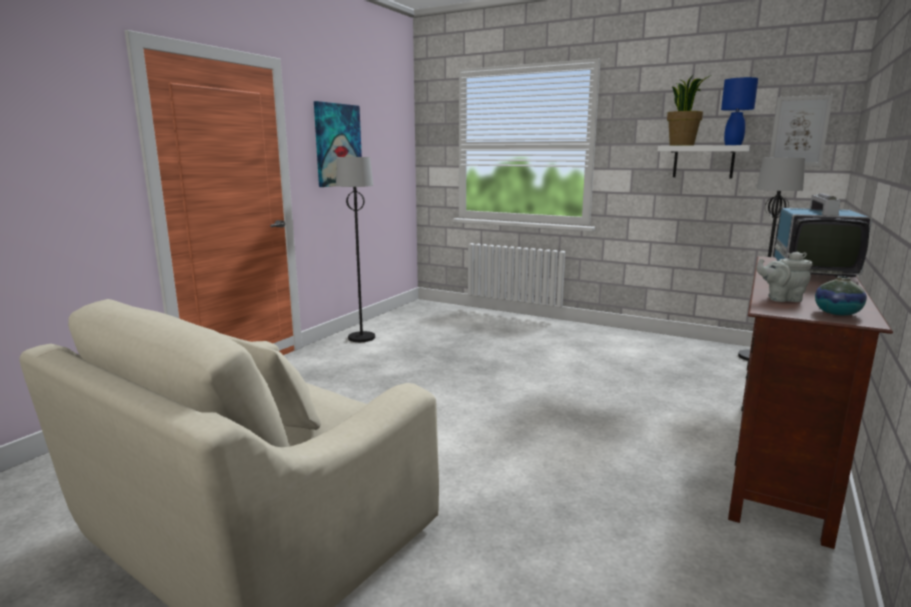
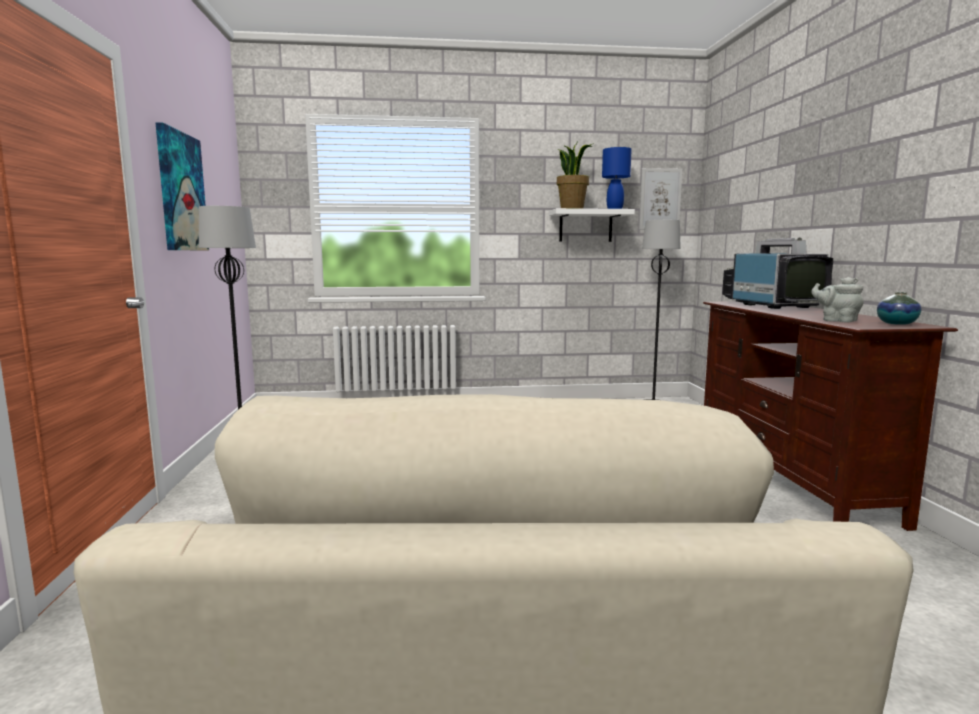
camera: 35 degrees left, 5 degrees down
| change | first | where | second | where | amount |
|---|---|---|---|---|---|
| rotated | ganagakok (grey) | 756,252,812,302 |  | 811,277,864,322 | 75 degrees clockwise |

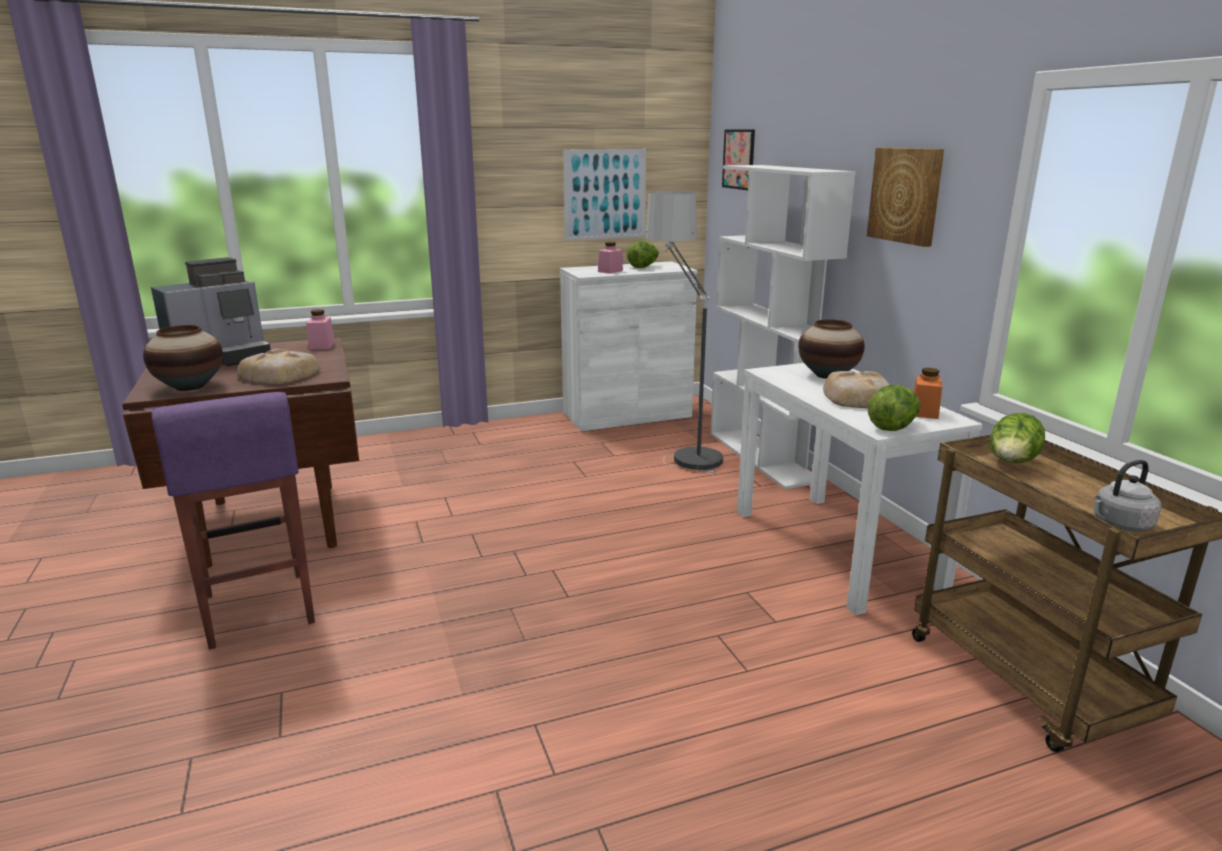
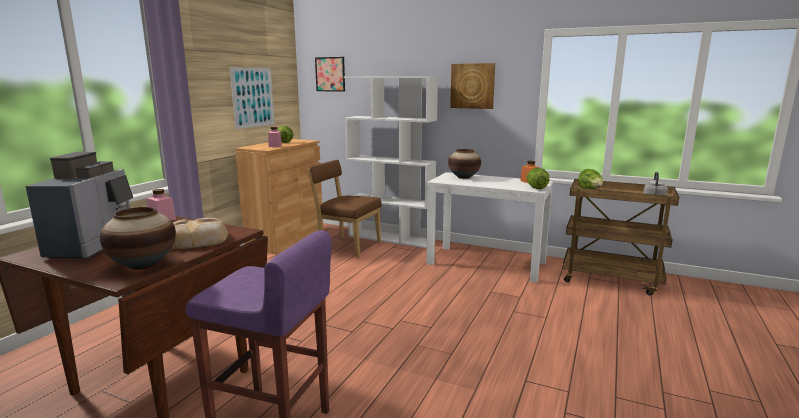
camera: 45 degrees left, 5 degrees down
| change | first | where | second | where | amount |
|---|---|---|---|---|---|
| swapped | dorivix | 646,191,723,473 | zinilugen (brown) | 307,160,382,258 |  |
| repainted | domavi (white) | 560,261,698,431 | domavi (brown) | 235,139,323,255 |  |
| gone | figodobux | 823,371,890,408 |  |  |  |

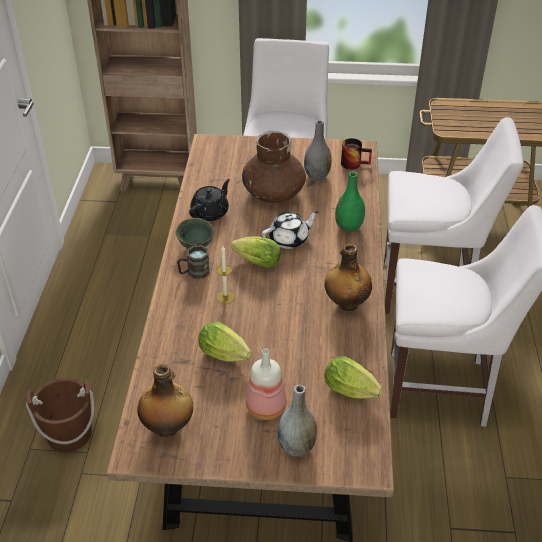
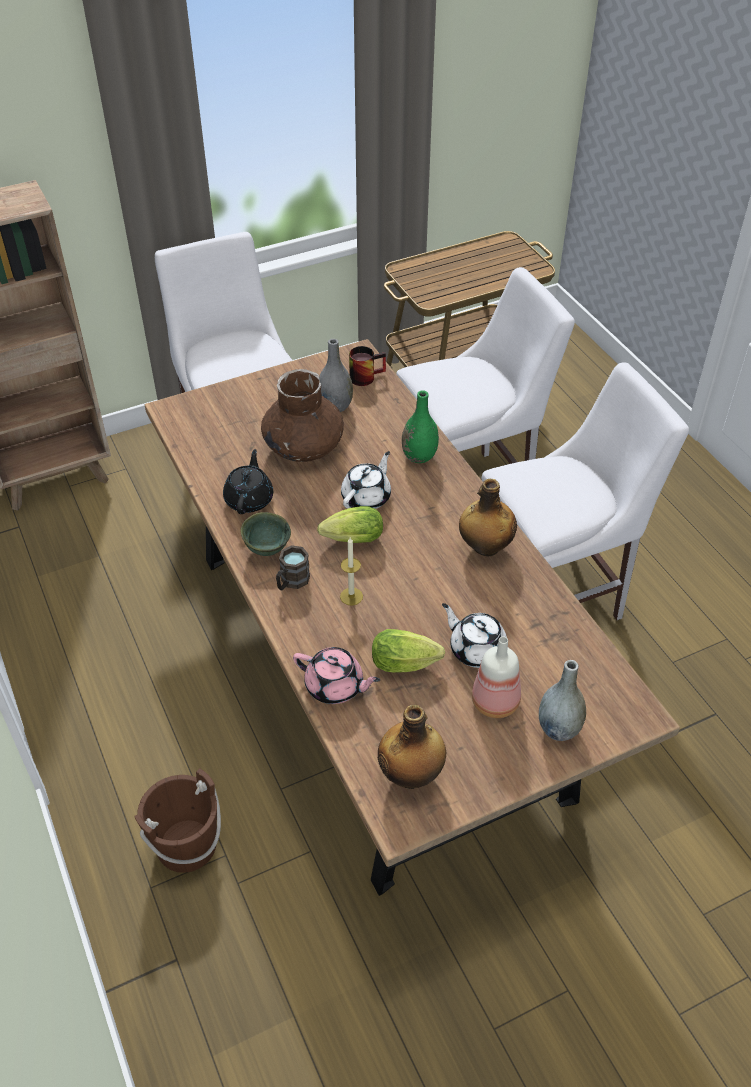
camera: 30 degrees left, 5 degrees up
| change | first | where | second | where | amount |
|---|---|---|---|---|---|
| gone | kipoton | 324,356,383,399 |  |  |  |
| new |  |  | ganagakok (white) | 442,603,510,668 |  |
| new |  |  | ganagakok (pink) | 293,647,380,704 |  |

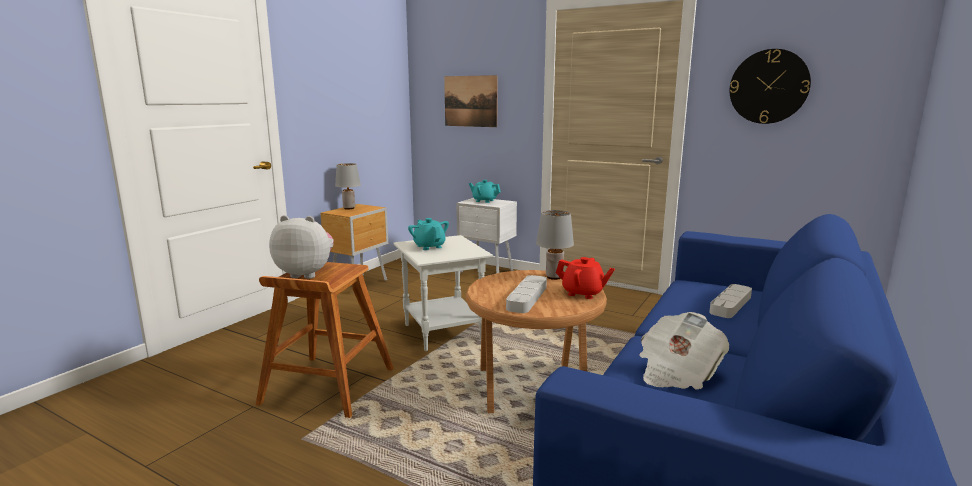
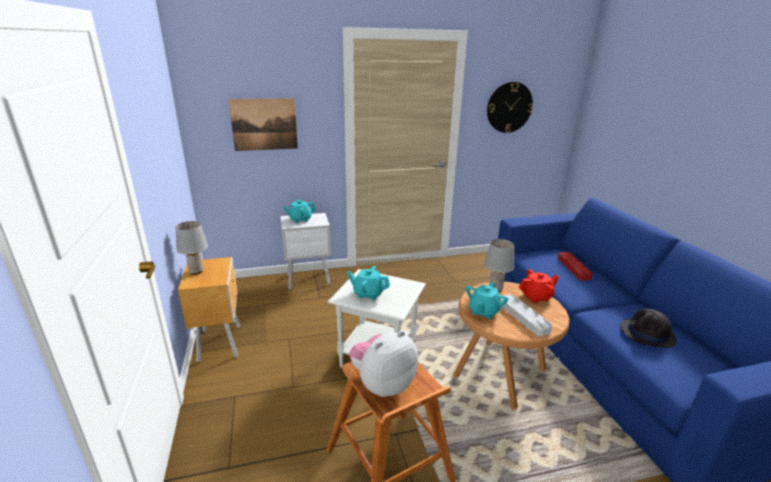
camera: 45 degrees left, 10 degrees up
| change | first | where | second | where | amount |
|---|---|---|---|---|---|
| repainted | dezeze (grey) | 709,284,752,318 | dezeze (red) | 558,252,593,281 |  |
| swapped | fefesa | 639,312,730,390 | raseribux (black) | 620,309,677,348 |  |
| new |  |  | ganagakok (turquoise) | 466,282,508,319 |  |

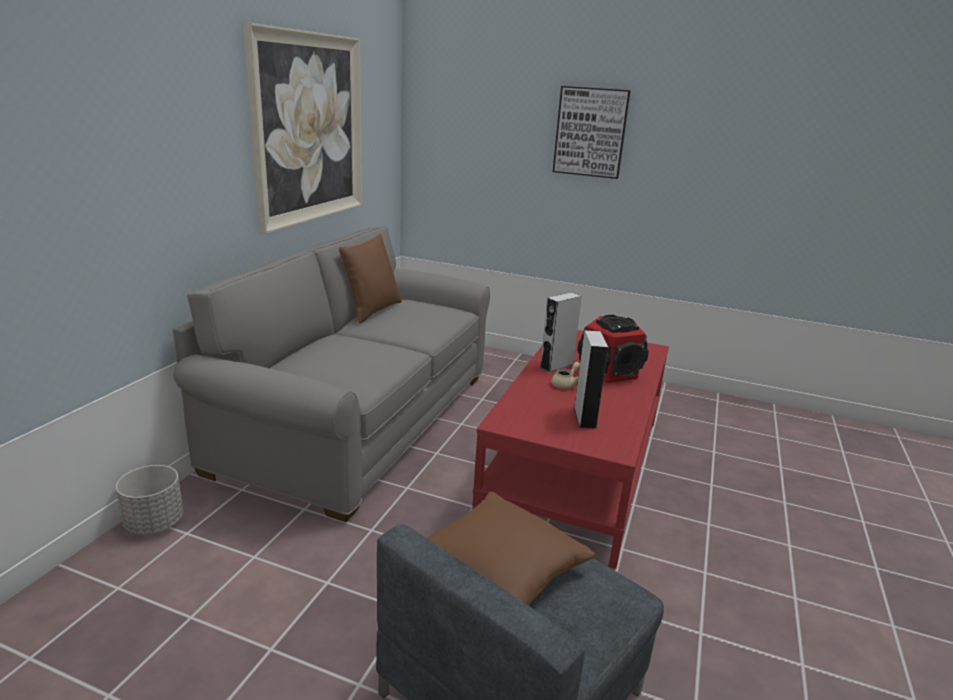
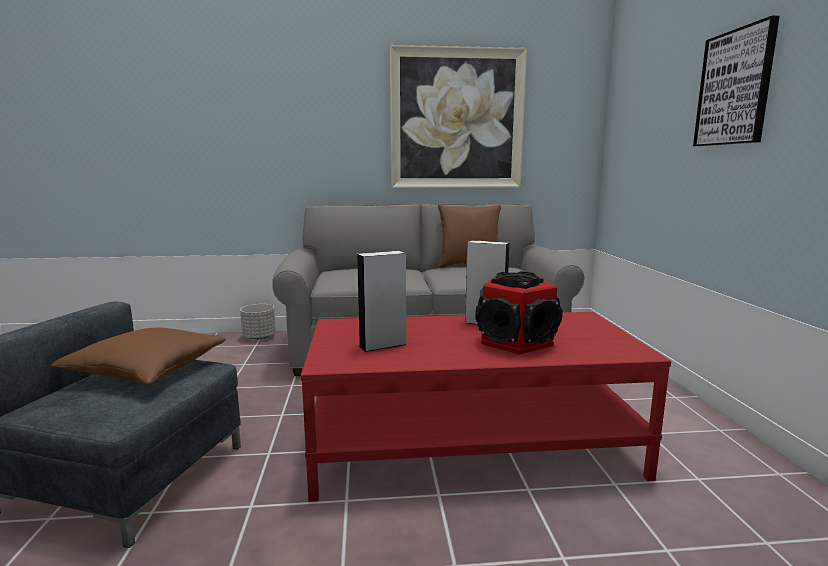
camera: 65 degrees right, 10 degrees down
| change | first | where | second | where | amount |
|---|---|---|---|---|---|
| gone | ganagakok (beige) | 551,362,580,389 |  |  |  |

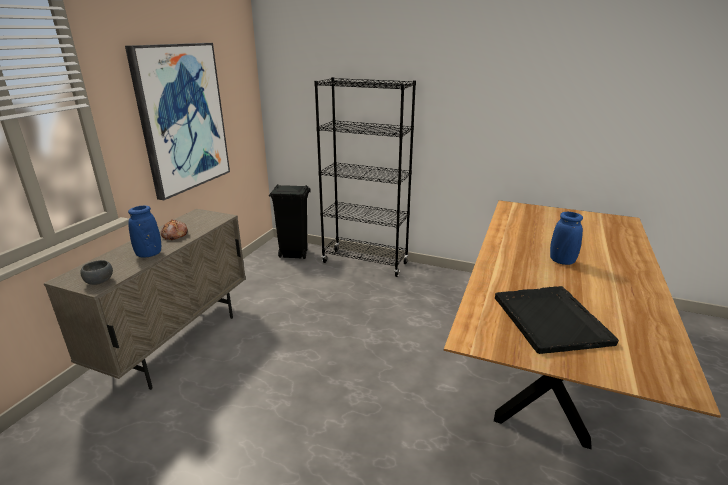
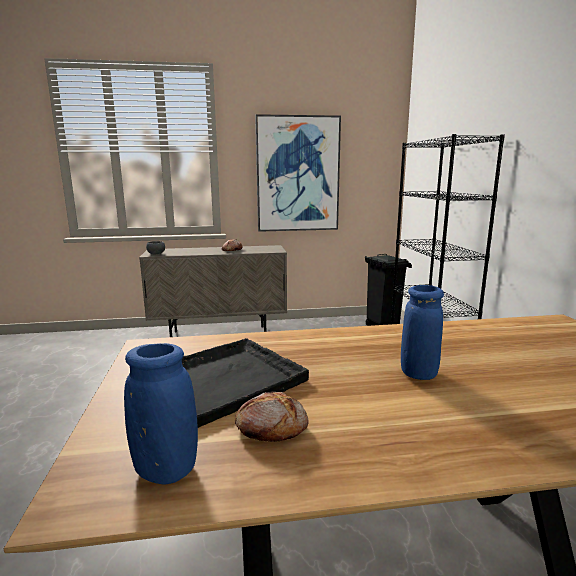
camera: 60 degrees right, 10 degrees down
| change | first | where | second | where | amount |
|---|---|---|---|---|---|
| shifted | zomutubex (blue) | 128,206,161,258 |  | 124,343,198,484 |  |
| new |  |  | figodobux | 235,392,309,442 |  |

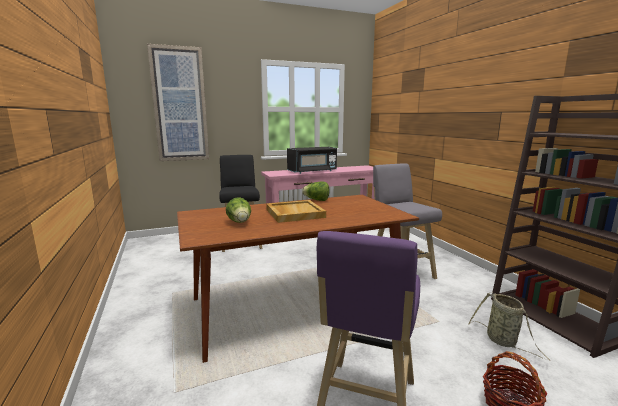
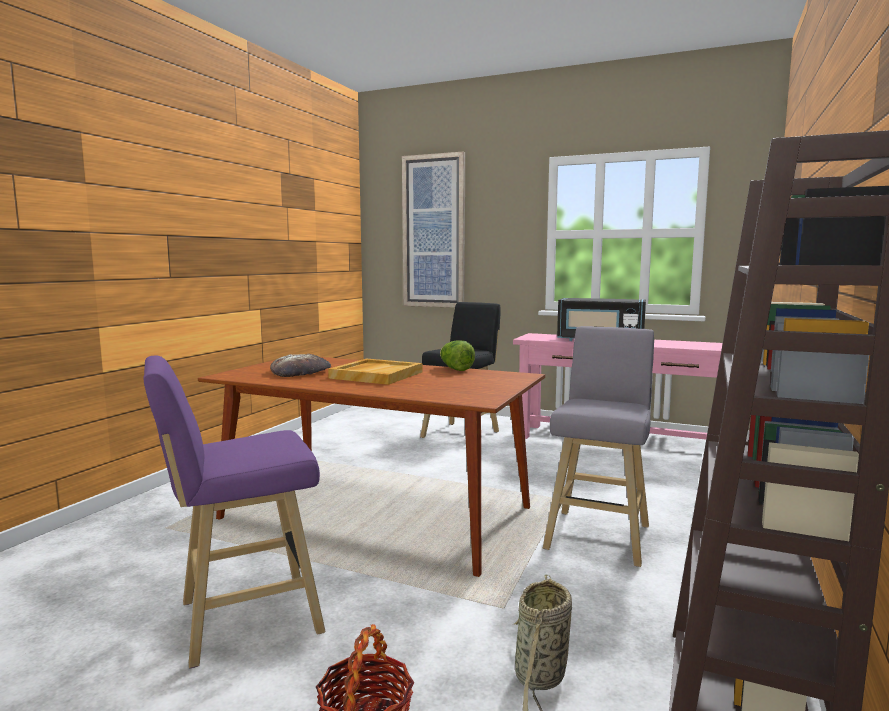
camera: 45 degrees right, 5 degrees down
| change | first | where | second | where | amount |
|---|---|---|---|---|---|
| swapped | kipoton | 226,197,251,223 | figodobux | 270,354,331,377 |  |

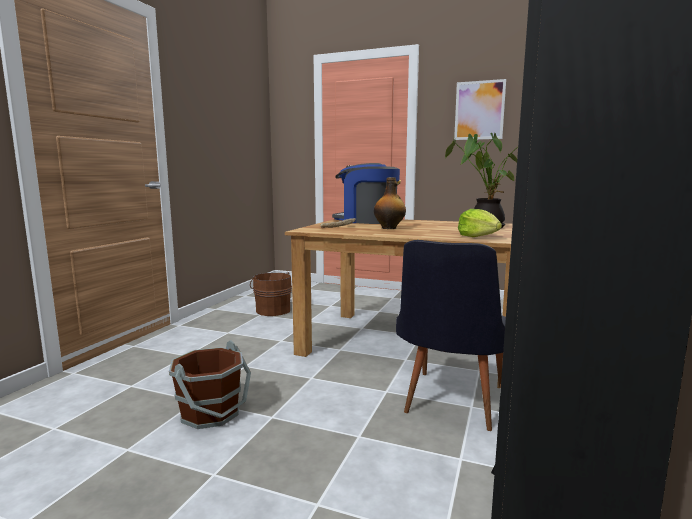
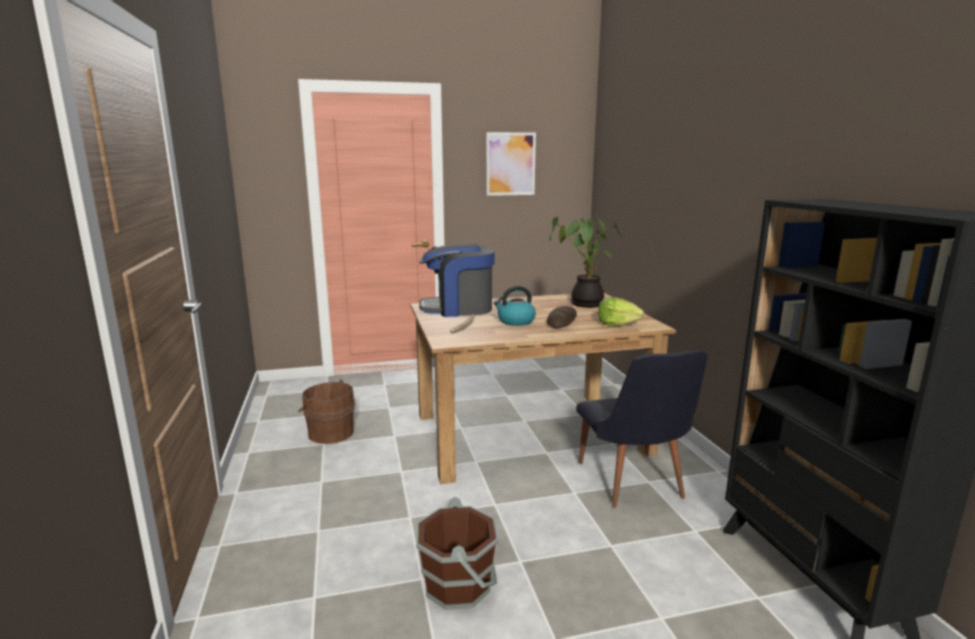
camera: 35 degrees left, 5 degrees up
| change | first | where | second | where | amount |
|---|---|---|---|---|---|
| swapped | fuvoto | 374,177,406,229 | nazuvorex | 494,286,536,326 |  |
| new |  |  | figodobux | 547,306,577,328 |  |

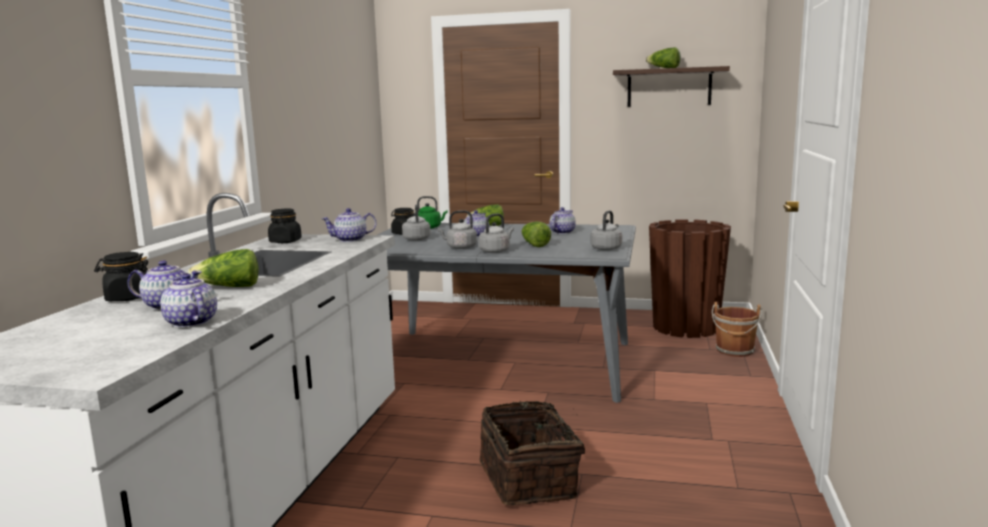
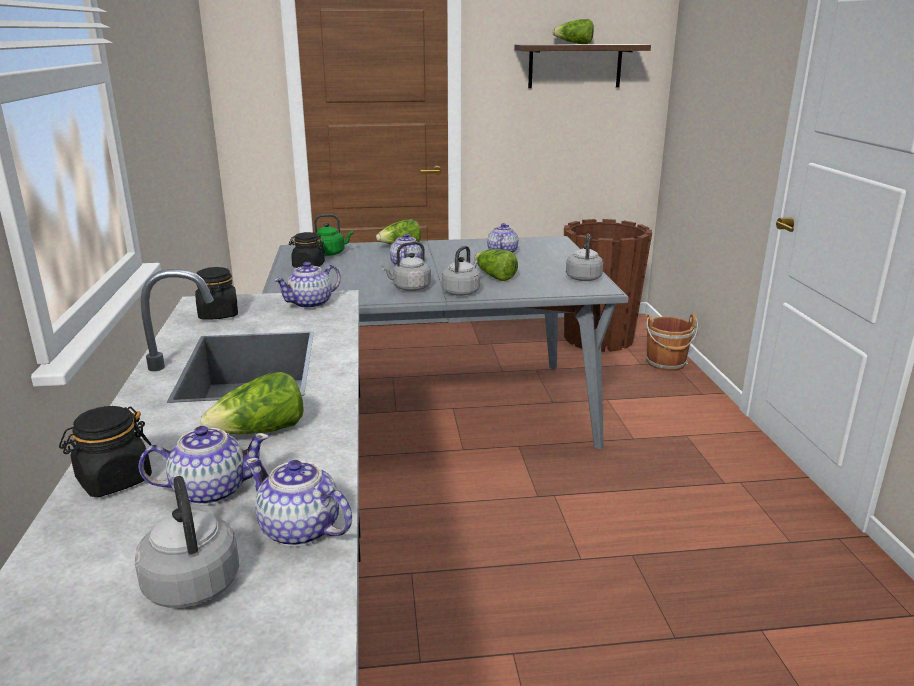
camera: 20 degrees left, 10 degrees up
| change | first | where | second | where | amount |
|---|---|---|---|---|---|
| shifted | nazuvorex (grey) | 402,205,431,241 |  | 135,476,239,608 |  |
| gone | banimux | 479,401,585,505 |  |  |  |

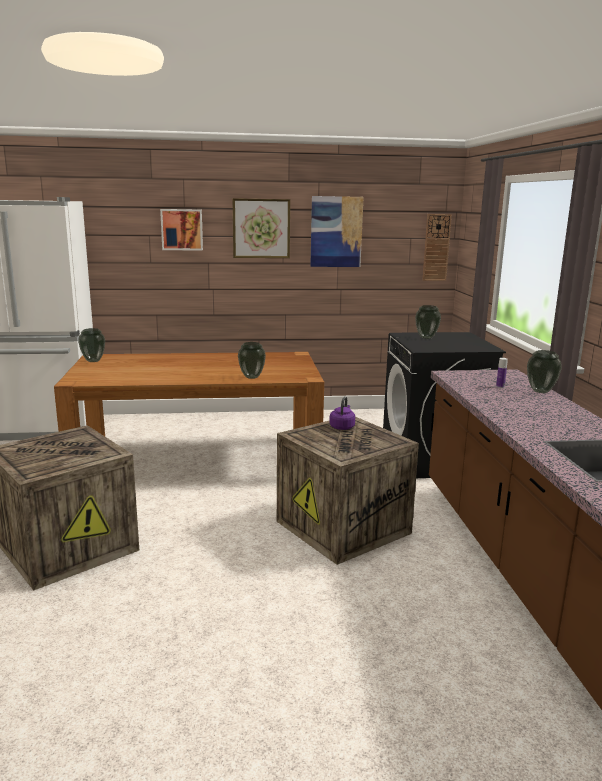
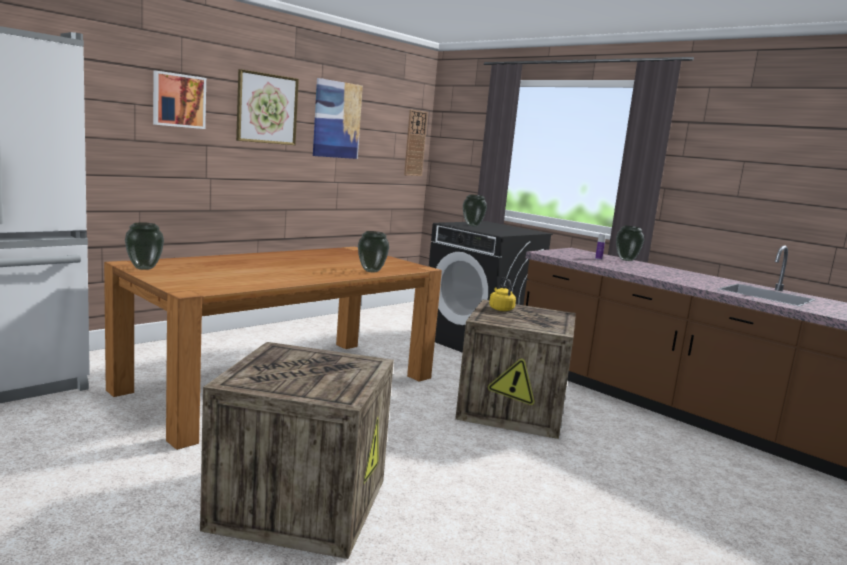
camera: 40 degrees left, 5 degrees down
| change | first | where | second | where | amount |
|---|---|---|---|---|---|
| repainted | nazuvorex (purple) | 329,396,355,430 | nazuvorex (yellow) | 489,278,516,311 |  |

